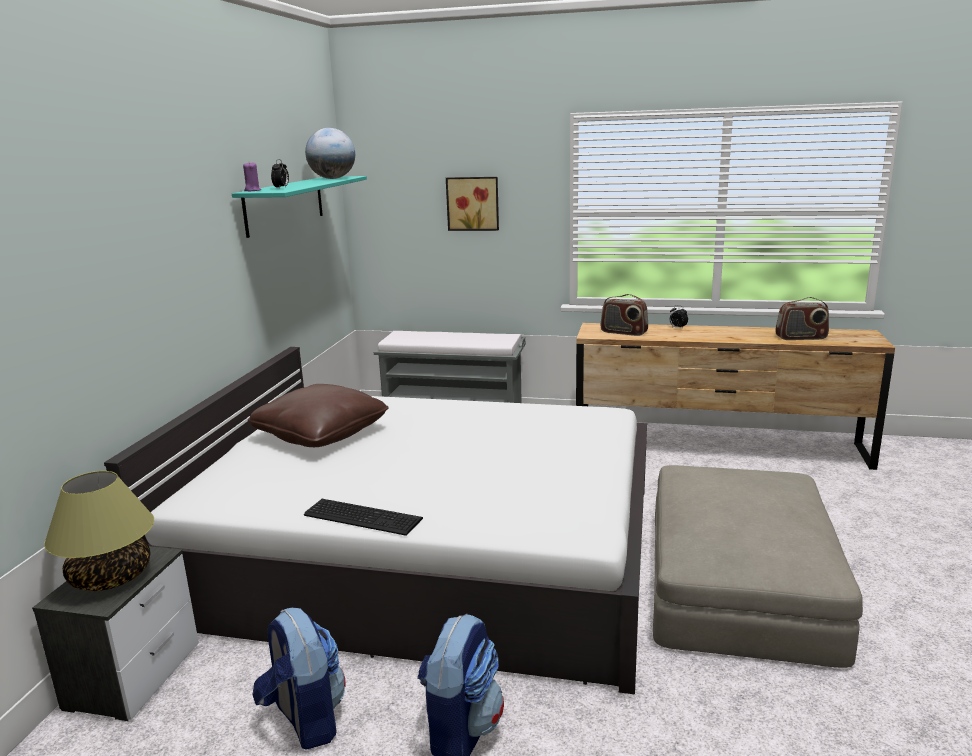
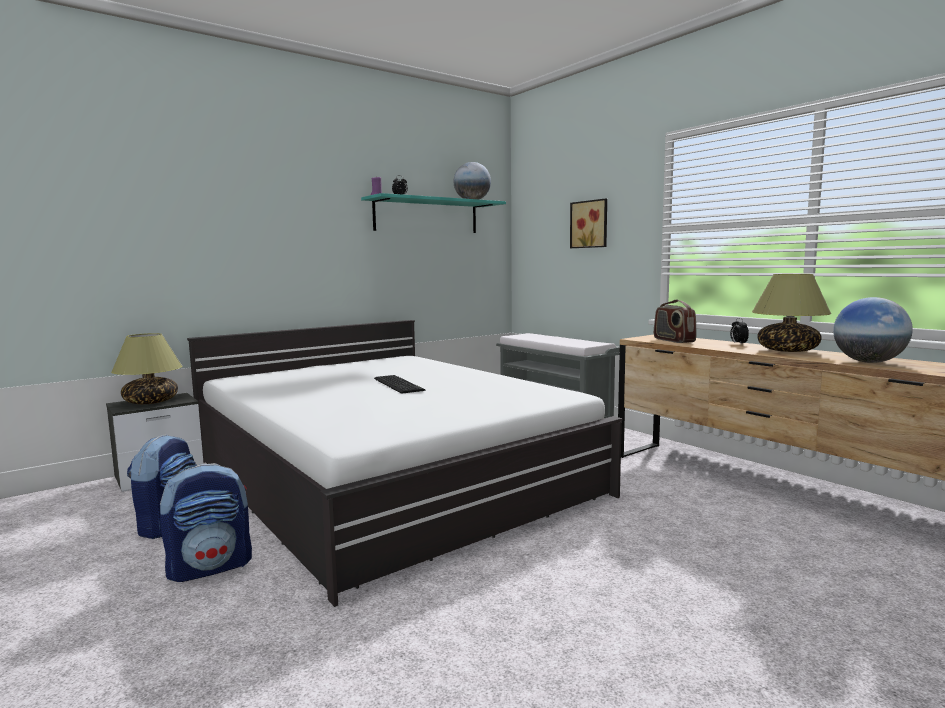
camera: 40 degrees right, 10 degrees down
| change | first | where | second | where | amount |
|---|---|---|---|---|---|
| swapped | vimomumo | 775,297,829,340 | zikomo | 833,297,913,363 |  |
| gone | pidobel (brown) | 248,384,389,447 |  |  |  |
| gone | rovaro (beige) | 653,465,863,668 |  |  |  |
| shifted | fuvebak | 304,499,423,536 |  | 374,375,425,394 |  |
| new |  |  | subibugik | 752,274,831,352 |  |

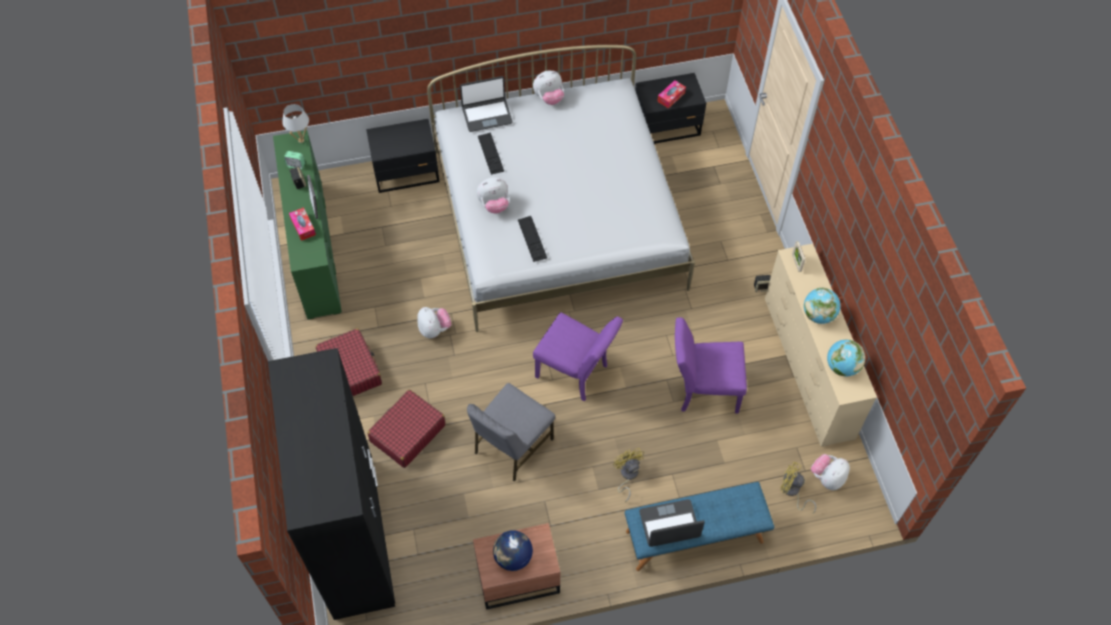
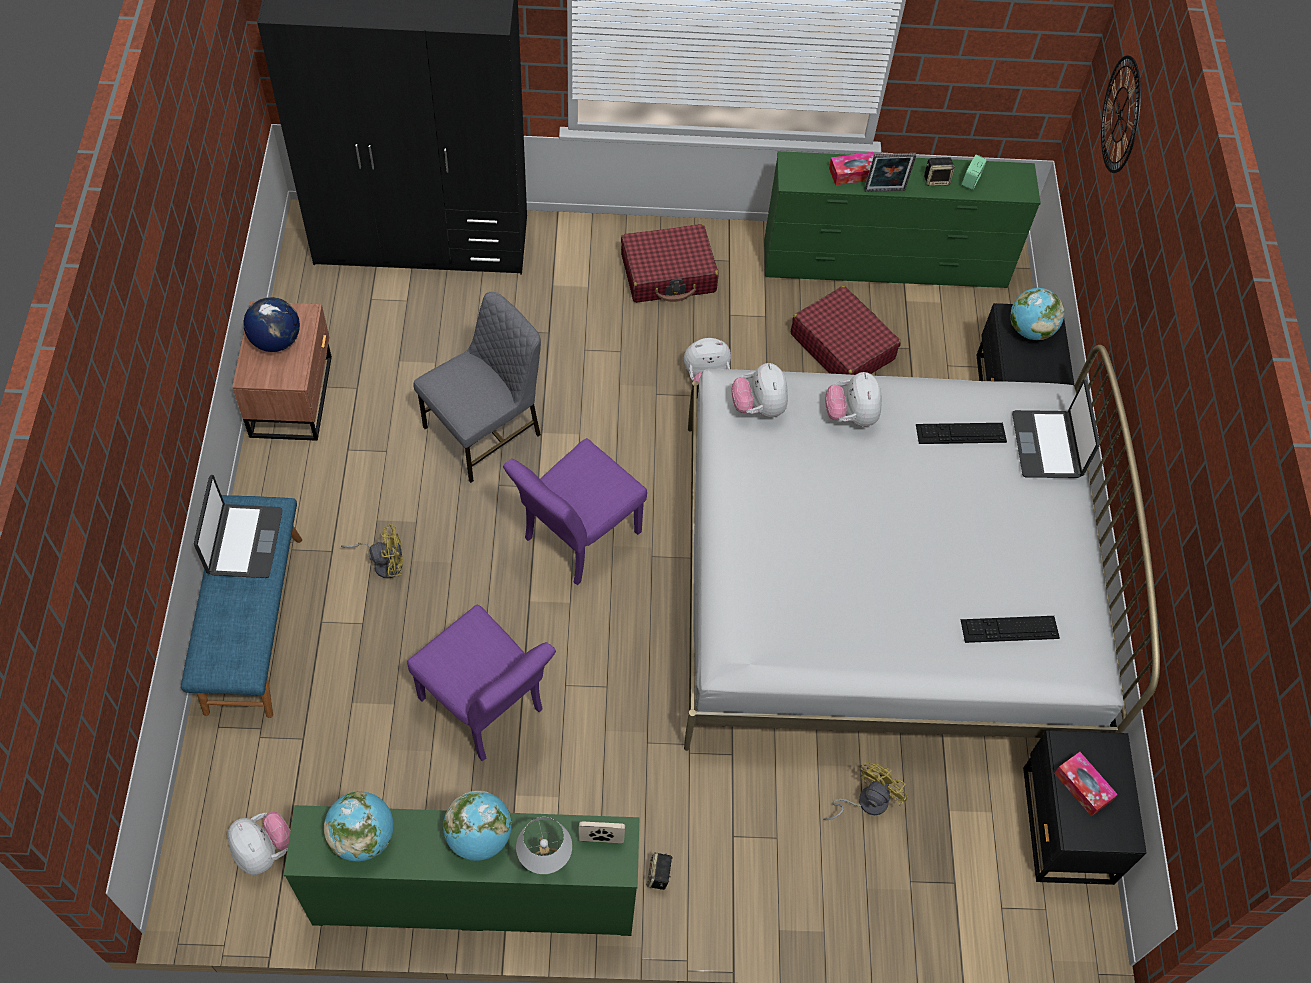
camera: 100 degrees right, 0 degrees up
| change | first | where | second | where | amount |
|---|---|---|---|---|---|
| shifted | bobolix | 533,71,564,105 |  | 732,363,788,417 |  |
| shifted | subibugik (white) | 282,104,309,143 |  | 516,817,572,874 |  |
| shifted | fuvebak | 518,216,547,262 |  | 961,616,1060,643 |  |
| repainted | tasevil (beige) | 765,244,877,447 | tasevil (green) | 284,805,640,936 |  |
| rotated | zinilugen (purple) | 675,318,747,414 |  | 407,604,556,761 | 120 degrees clockwise |
| rotated | zinilugen (grey) | 467,383,555,482 |  | 413,292,541,483 | 90 degrees clockwise |
| shifted | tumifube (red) | 367,390,445,468 |  | 791,286,901,375 |  |
| shifted | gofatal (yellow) | 780,462,816,513 |  | 823,762,907,820 |  |
| new |  |  | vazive | 1101,56,1141,173 |  |
| new |  |  | zikomo | 1011,288,1064,340 |  |

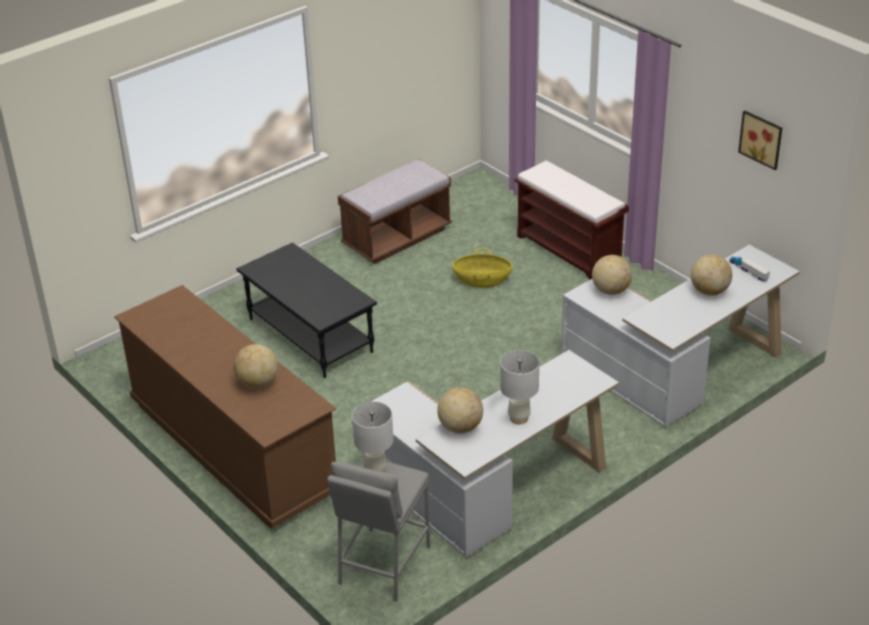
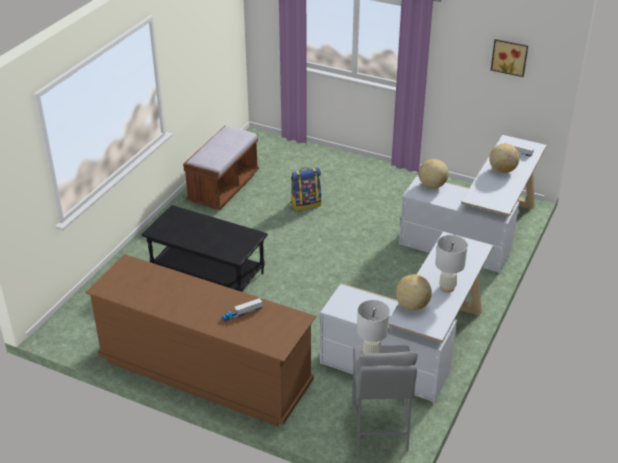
camera: 25 degrees left, 0 degrees up
| change | first | where | second | where | amount |
|---|---|---|---|---|---|
| gone | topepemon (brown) | 514,161,629,280 |  |  |  |
| swapped | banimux | 452,248,512,288 | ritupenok | 291,167,321,211 |  |
| swapped | zikomo | 233,344,278,389 | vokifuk | 222,298,263,322 |  |

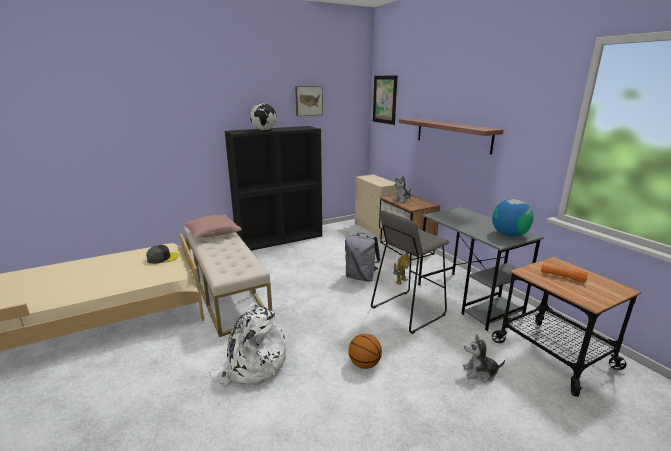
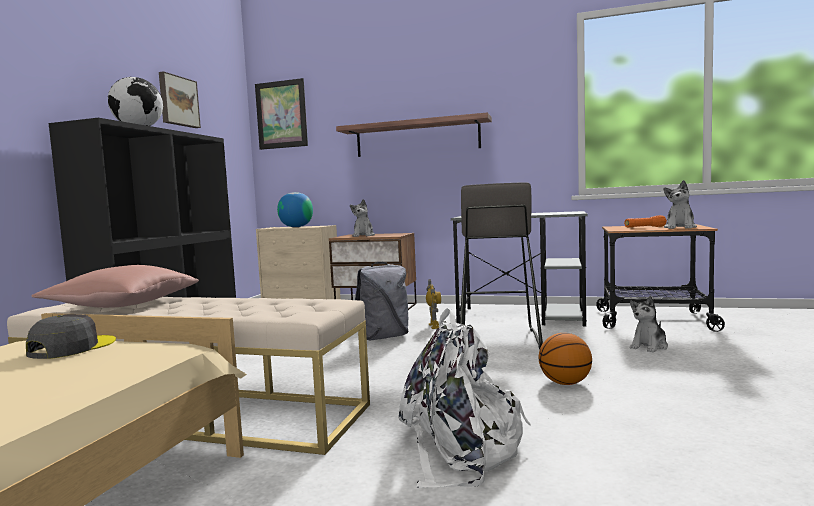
camera: 45 degrees left, 15 degrees down
| change | first | where | second | where | amount |
|---|---|---|---|---|---|
| shifted | zikomo | 492,199,534,237 |  | 277,192,313,227 |  |
| new |  |  | bobolix | 664,180,697,229 |  |

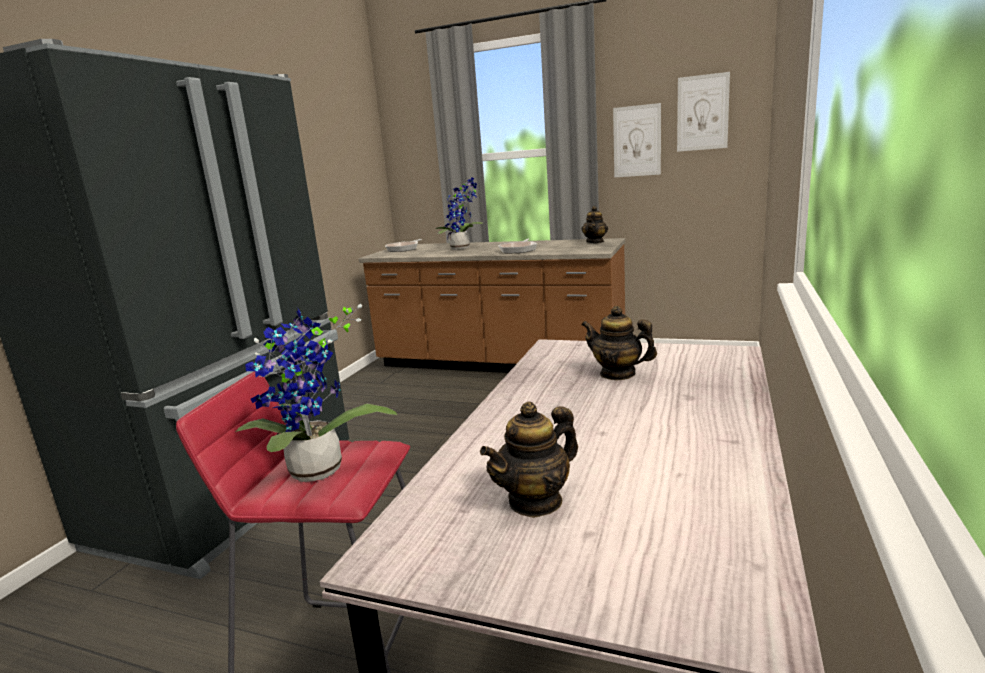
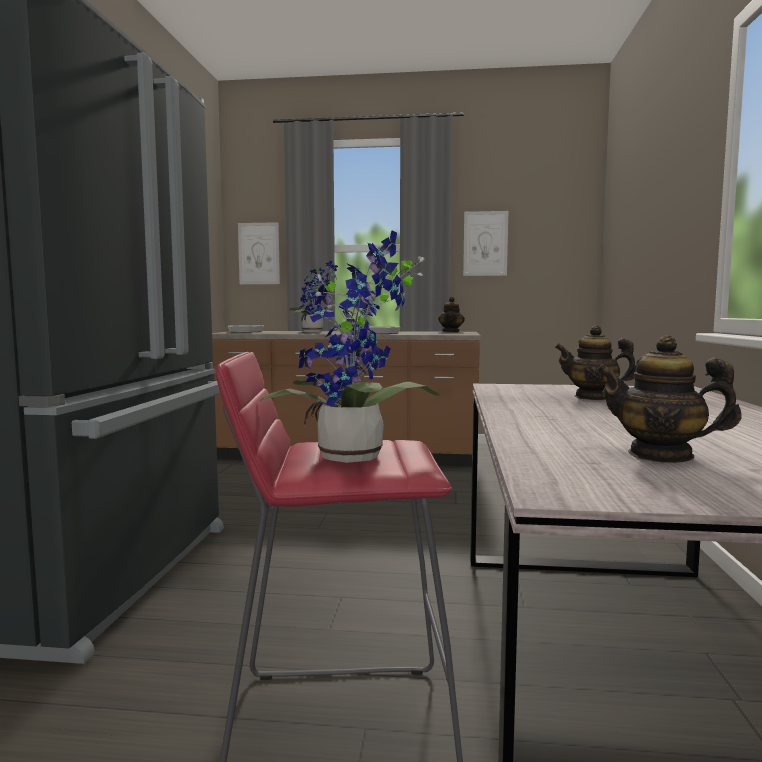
camera: 15 degrees left, 10 degrees down
| change | first | where | second | where | amount |
|---|---|---|---|---|---|
| shifted | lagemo | 677,72,730,152 |  | 238,222,280,284 |  |
| rotated | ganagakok | 480,401,578,518 |  | 596,335,742,463 | 75 degrees clockwise |

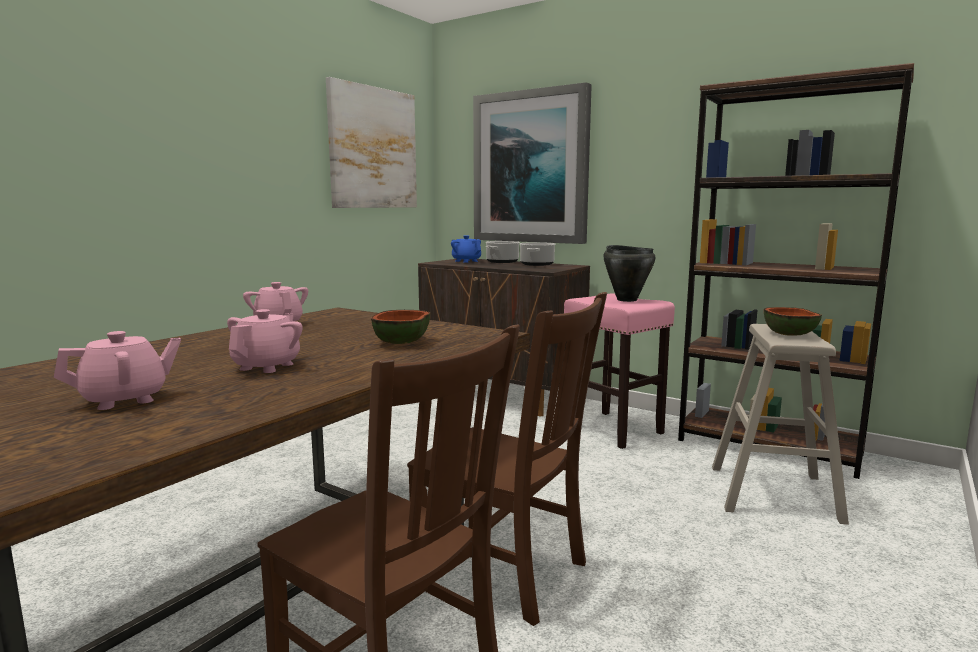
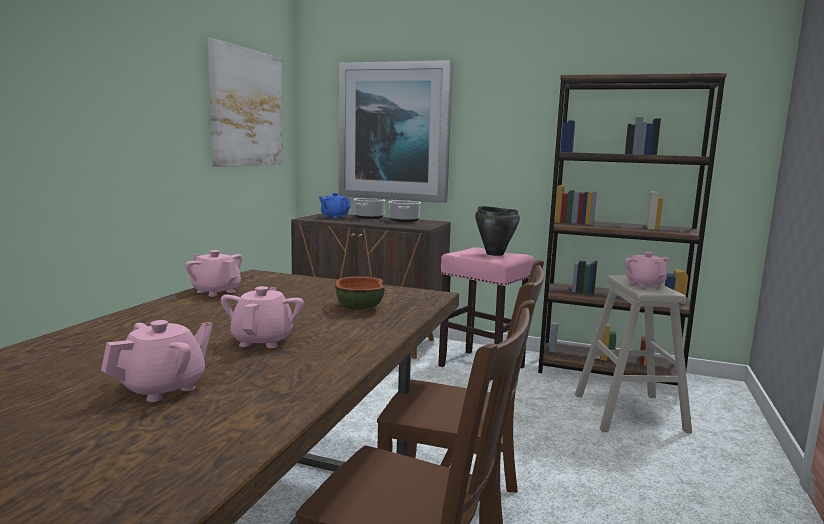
camera: 15 degrees left, 0 degrees up
| change | first | where | second | where | amount |
|---|---|---|---|---|---|
| swapped | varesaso | 764,307,822,336 | ganagakok (pink) | 625,252,669,288 |  |

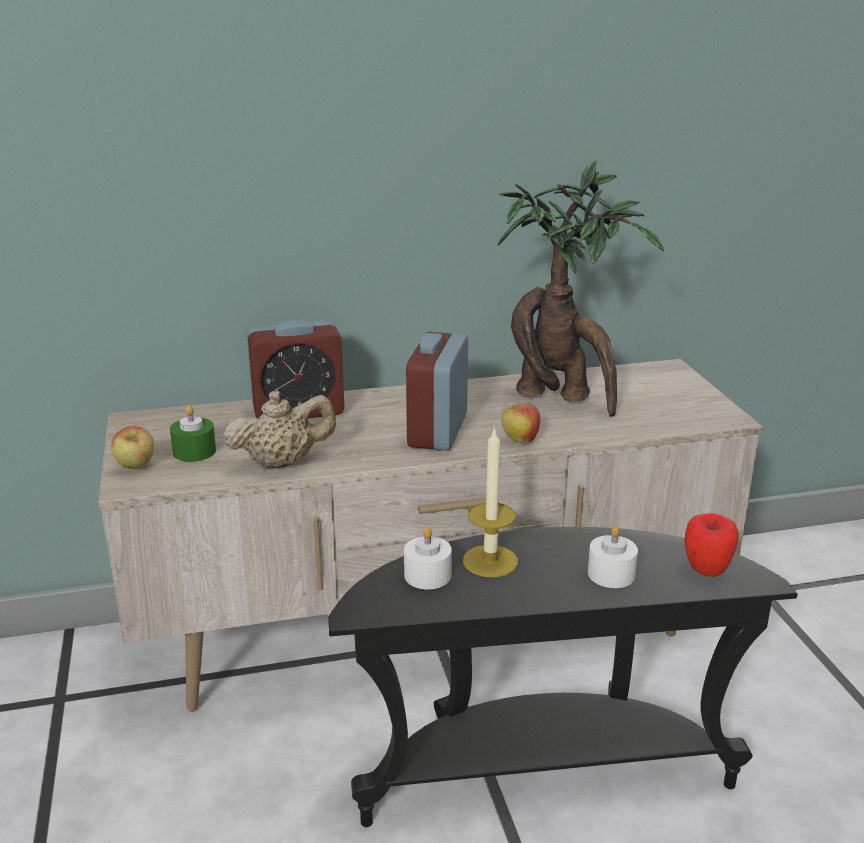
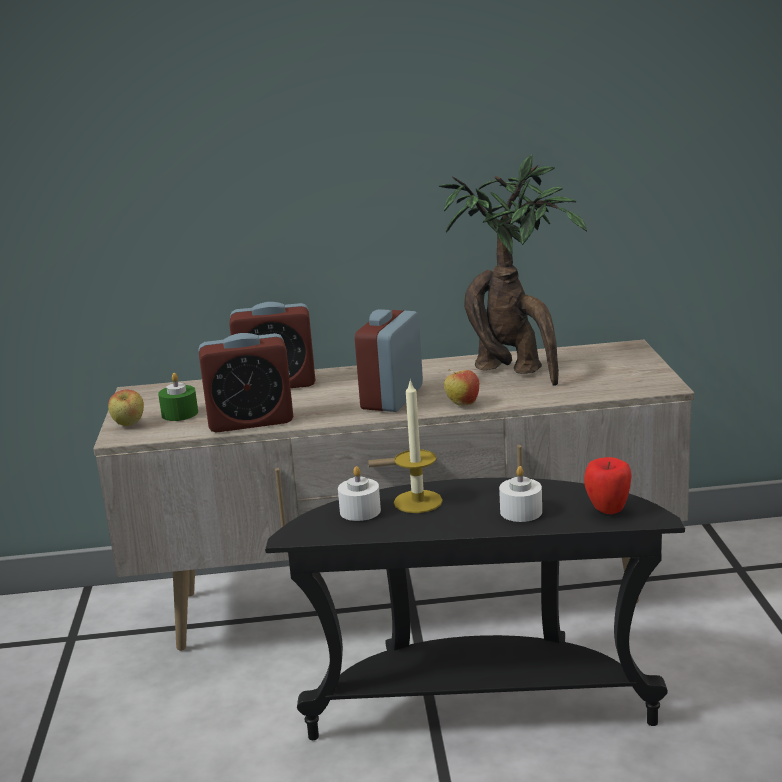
camera: 10 degrees right, 5 degrees down
| change | first | where | second | where | amount |
|---|---|---|---|---|---|
| swapped | ganagakok (beige) | 223,391,336,469 | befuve | 198,333,293,433 |  |

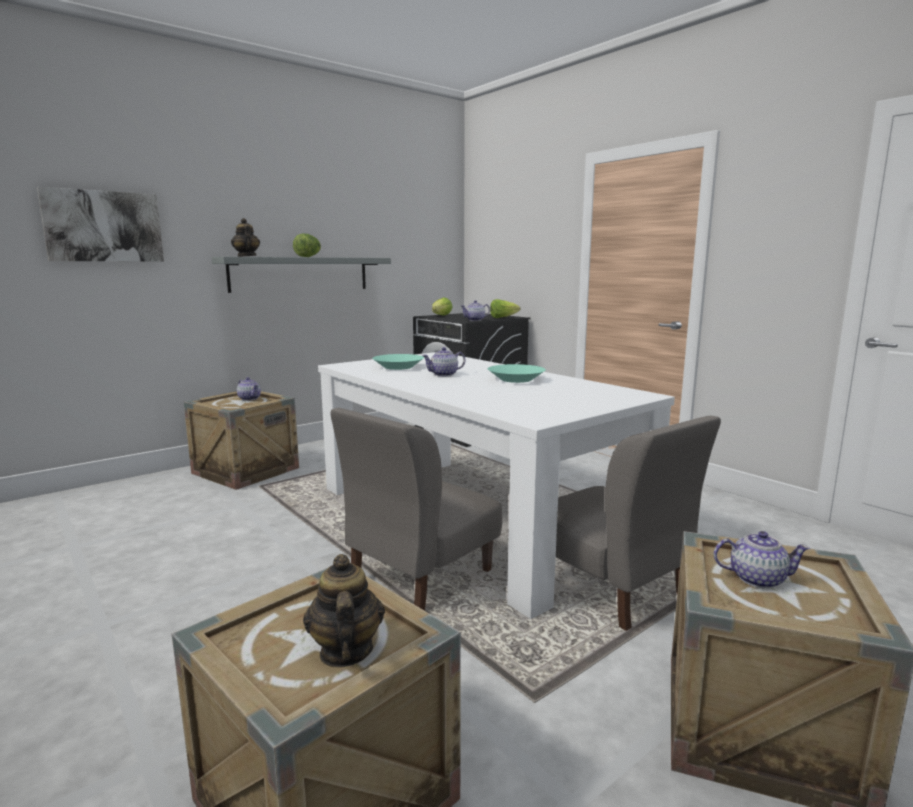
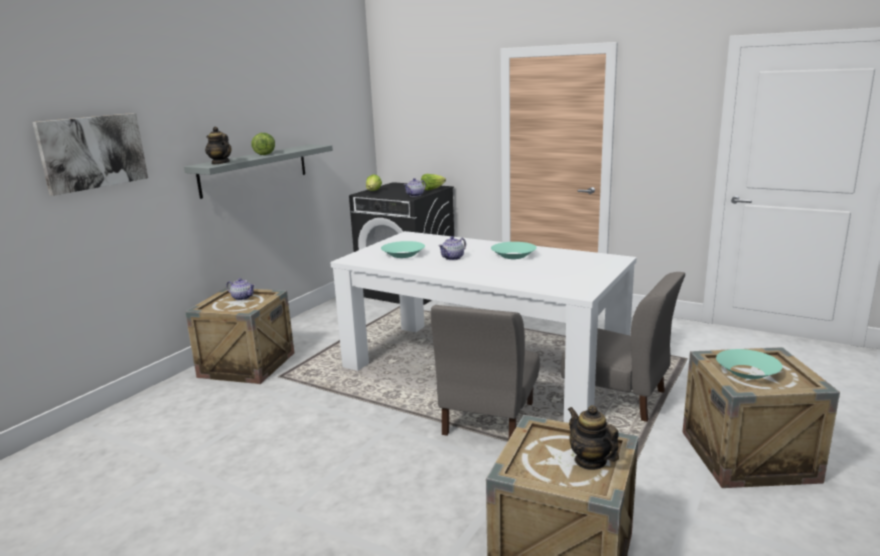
camera: 20 degrees left, 5 degrees up
| change | first | where | second | where | amount |
|---|---|---|---|---|---|
| swapped | ganagakok | 714,531,810,588 | varesaso (turquoise) | 716,349,783,379 |  |

